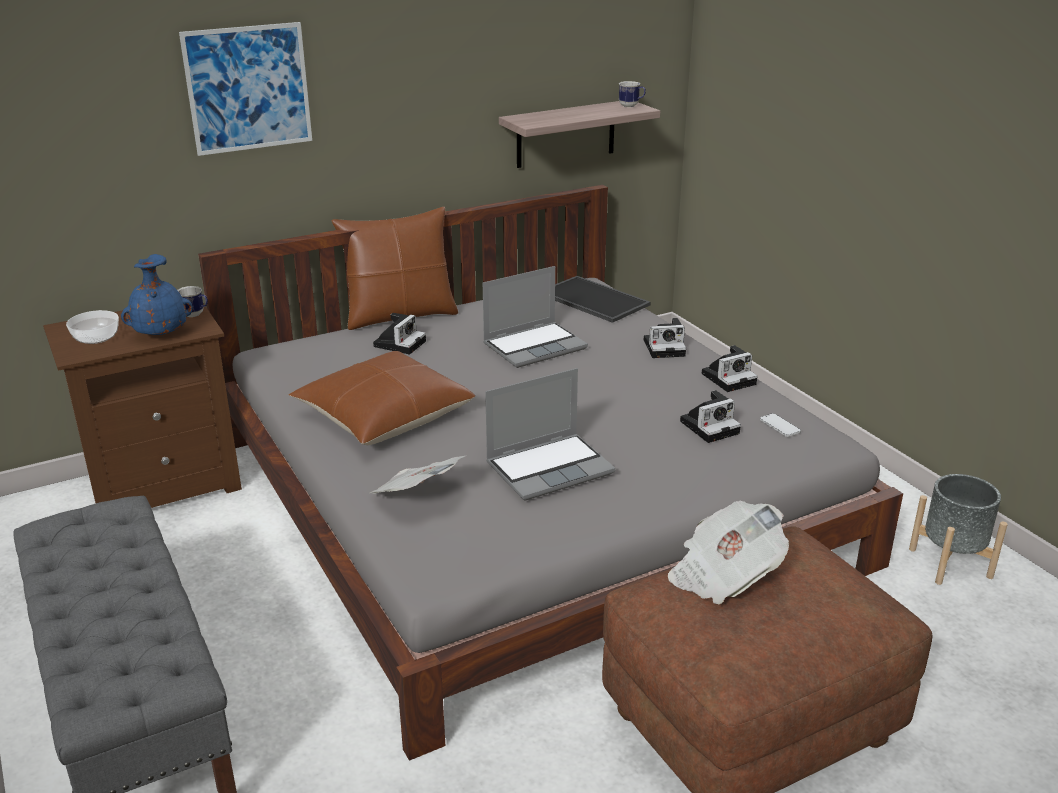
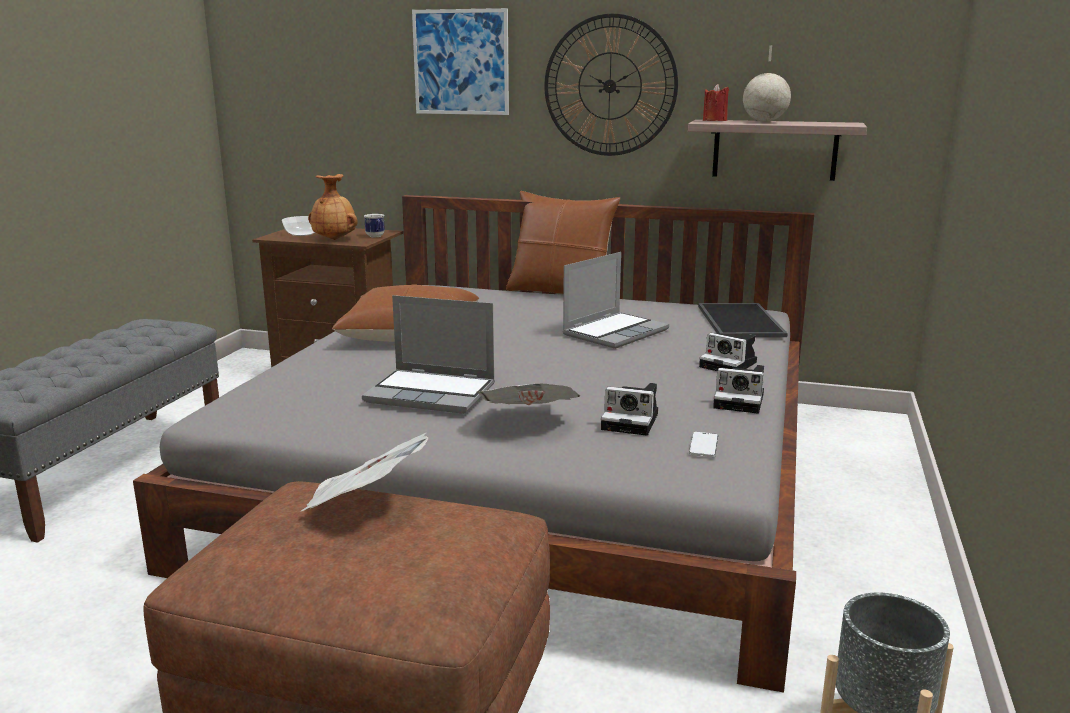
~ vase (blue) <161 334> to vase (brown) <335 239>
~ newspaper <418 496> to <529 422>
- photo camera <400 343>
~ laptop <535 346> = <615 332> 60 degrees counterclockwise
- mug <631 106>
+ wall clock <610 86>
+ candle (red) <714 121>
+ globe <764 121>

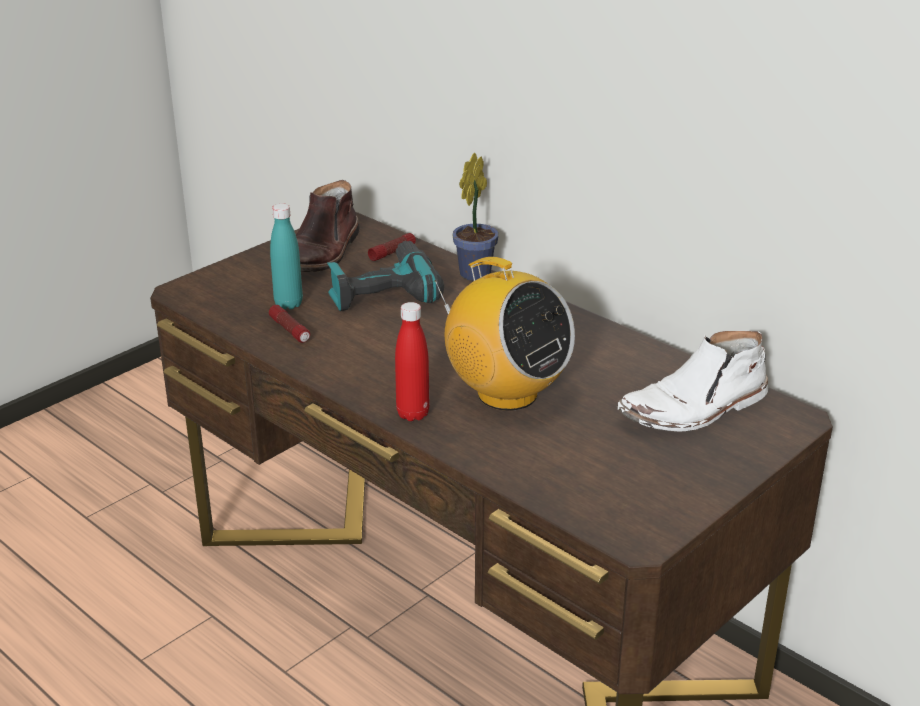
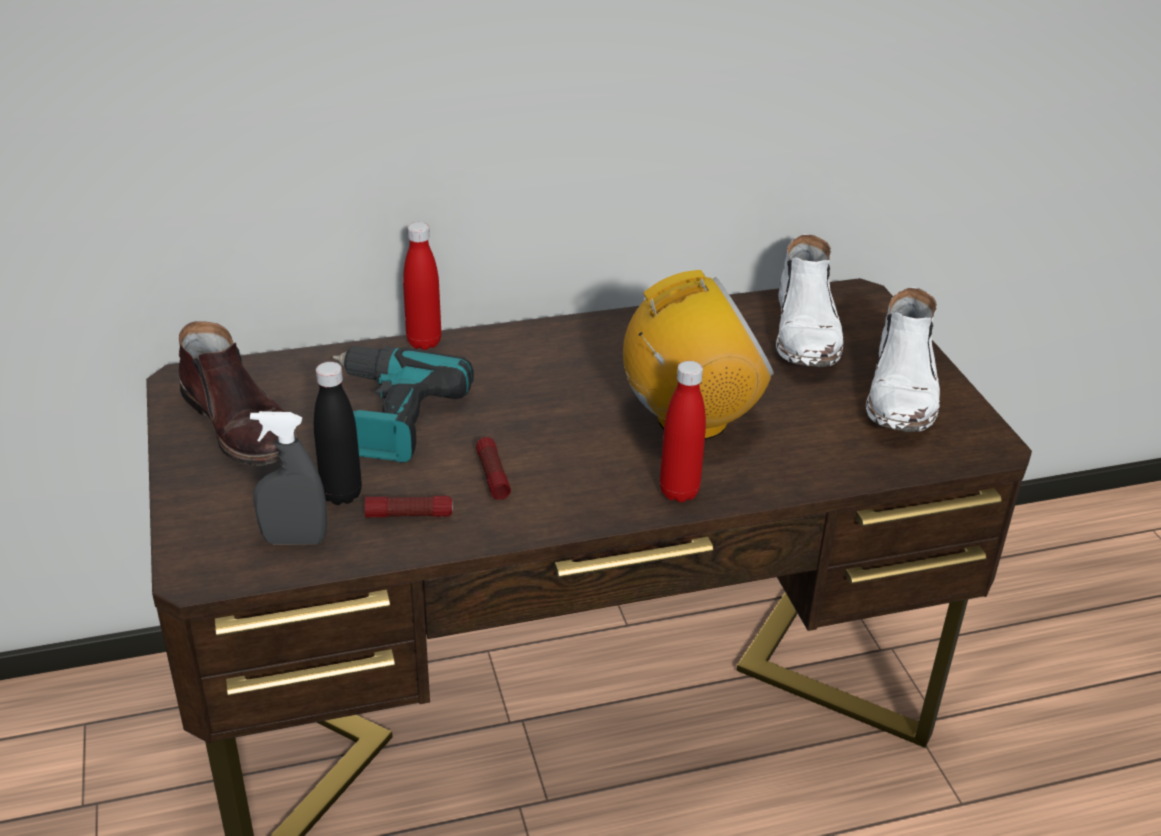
~ bottle (turquoise) <288 304> to bottle (black) <341 494>
~ flashlight <392 253> to <492 475>
~ potted plant <477 272> to bottle (red) <424 342>
+ spray bottle (grey) <294 540>
+ boot (white) <902 393>

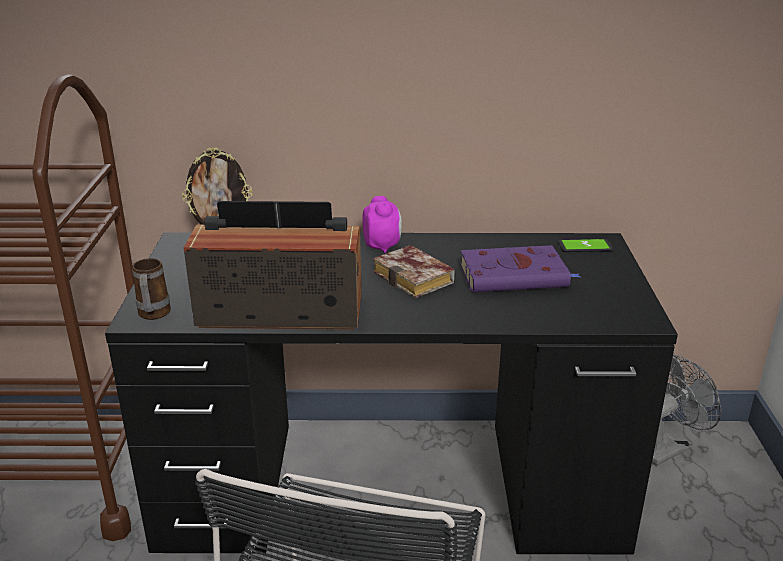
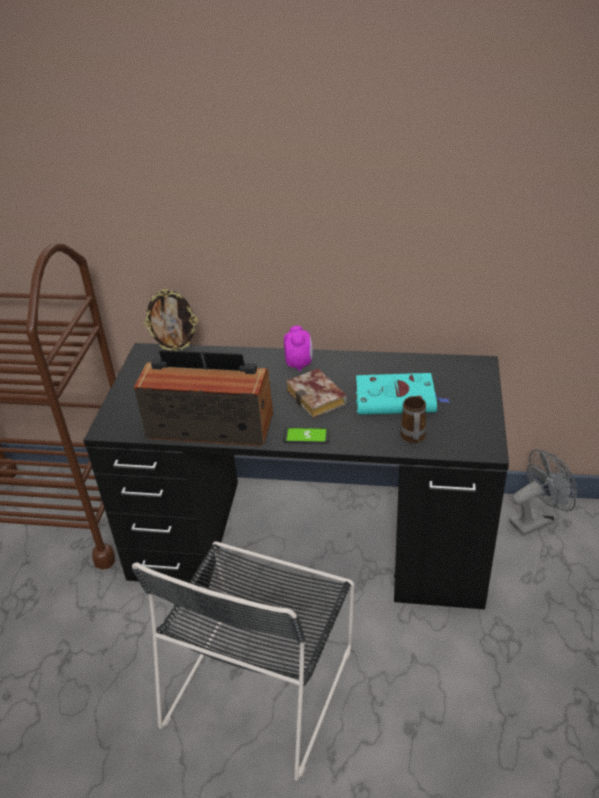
~ mug <153 316> to <413 439>
~ book (purple) <516 276> to book (turquoise) <397 399>
~ phone <584 246> to <306 436>

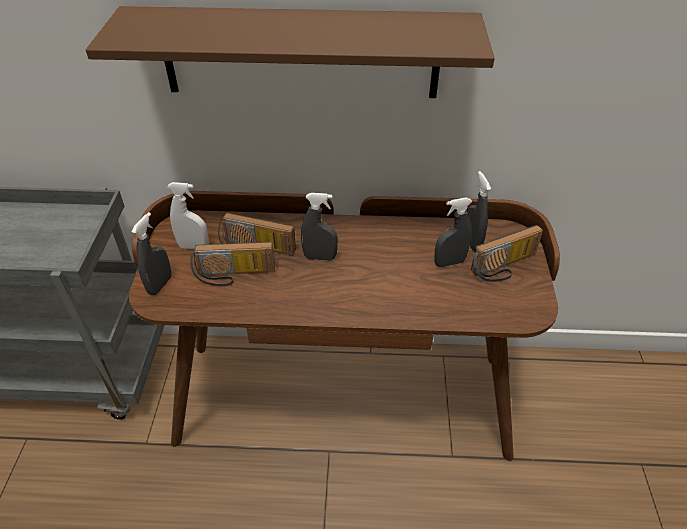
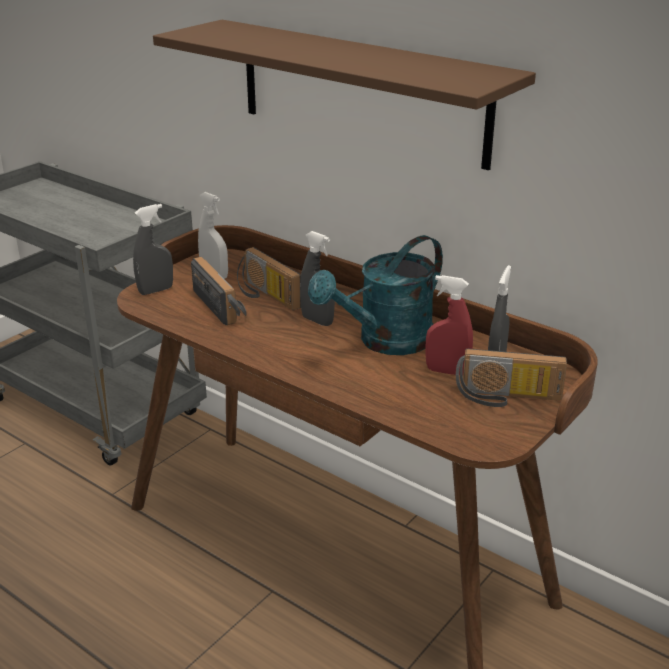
~ radio <234 276> = <223 306> 150 degrees counterclockwise
~ spray bottle (grey) <449 262> to spray bottle (red) <446 371>
+ watering can (turquoise) <385 342>

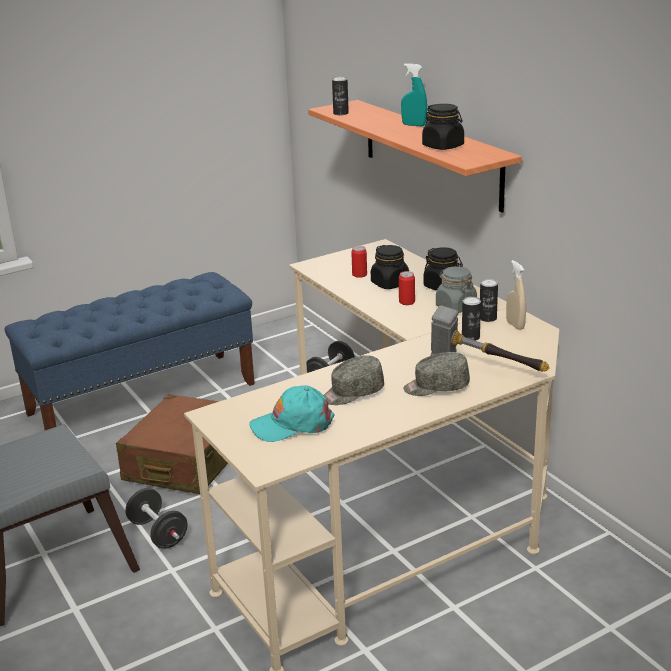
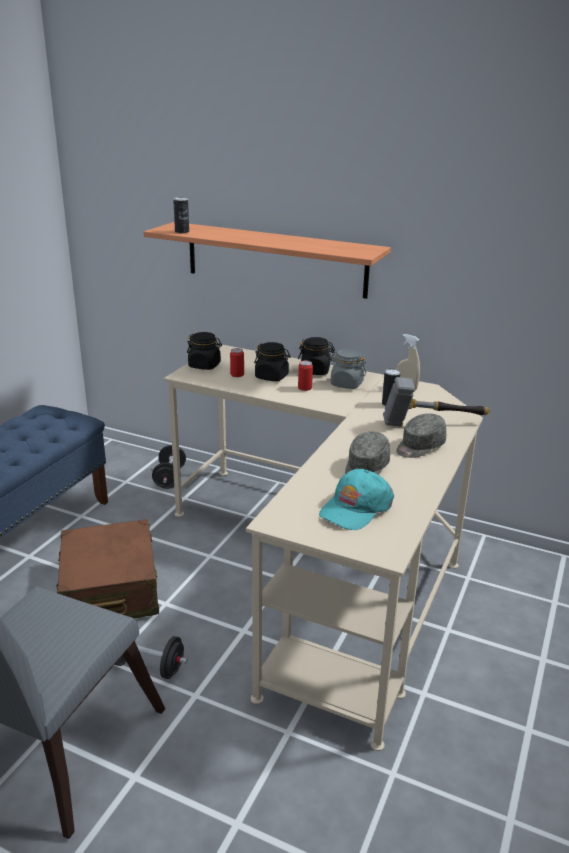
- spray bottle (turquoise) <414 125>
~ jar (black) <443 146> to <204 365>
- can <488 318>

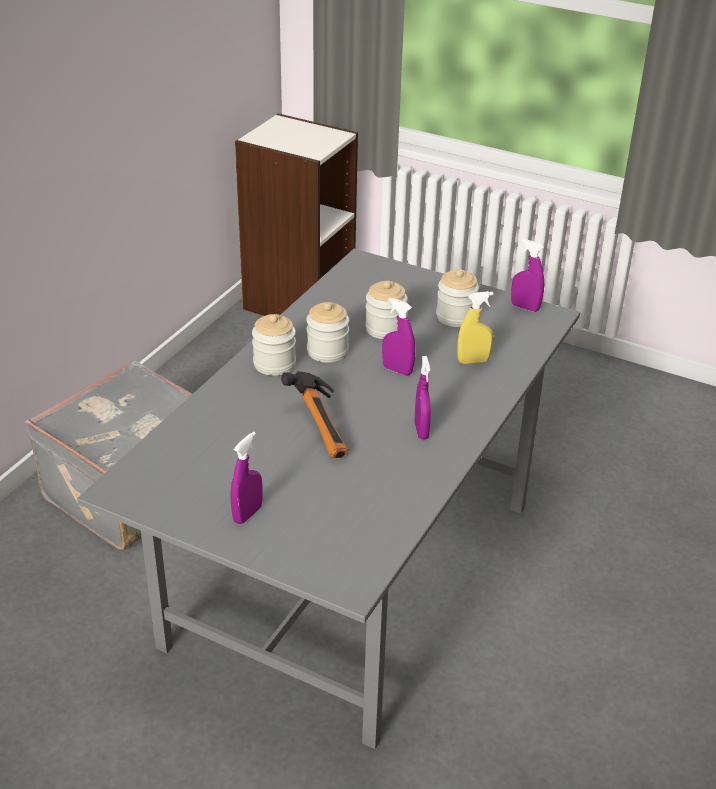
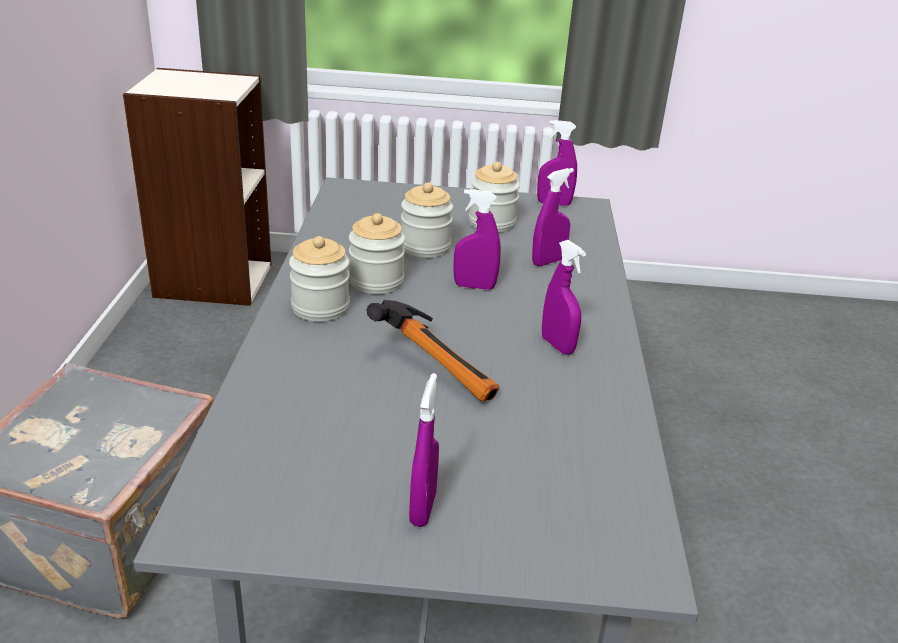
~ spray bottle (yellow) <473 361> to spray bottle (purple) <548 261>

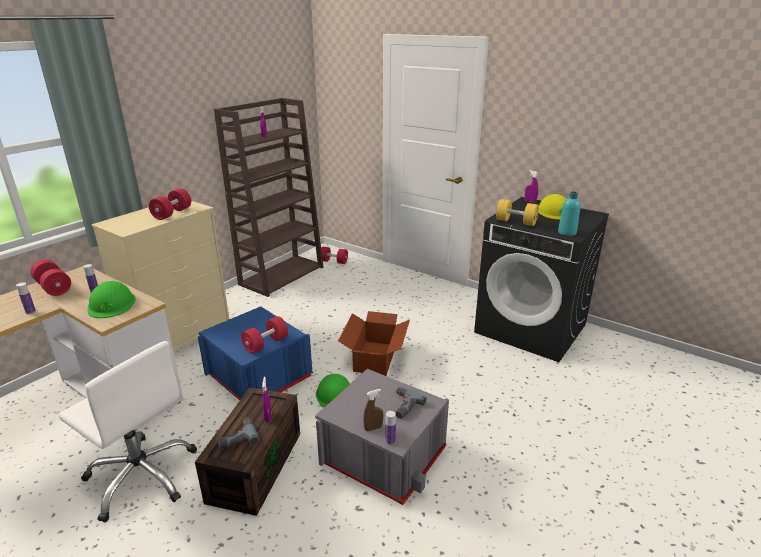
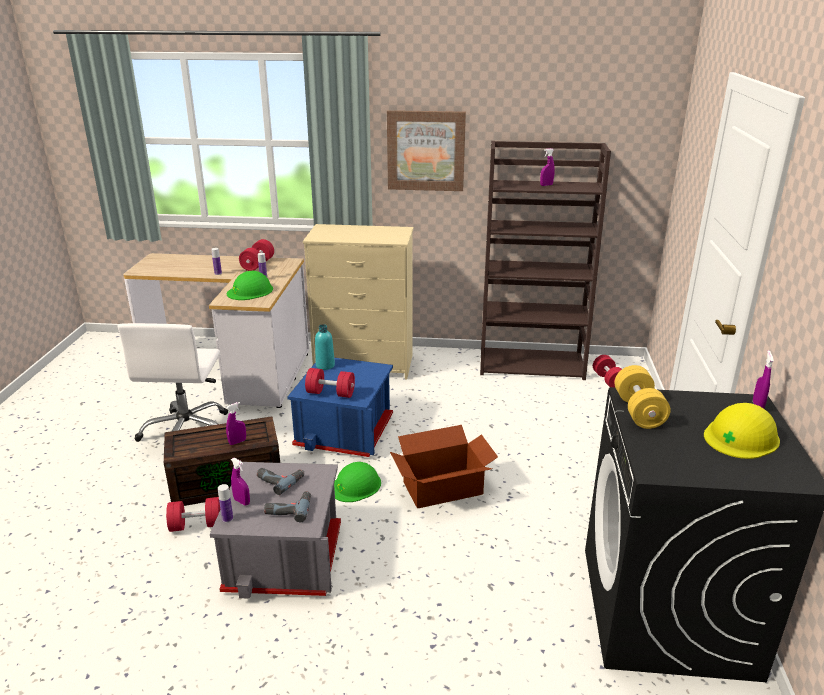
~ dumbbell (red) <172 213> to <196 525>
~ power drill <236 437> to <280 480>
~ spray bottle (brown) <373 428> to spray bottle (purple) <242 501>
~ bottle (turquoise) <567 232> to <325 365>
+ picture <426 150>

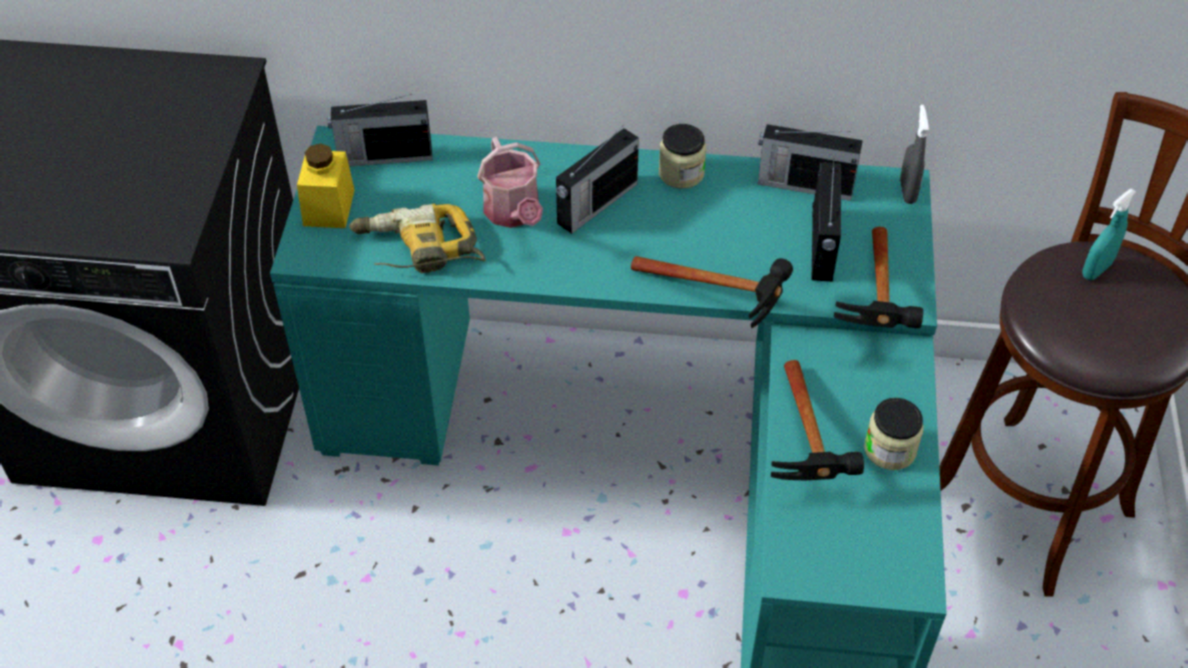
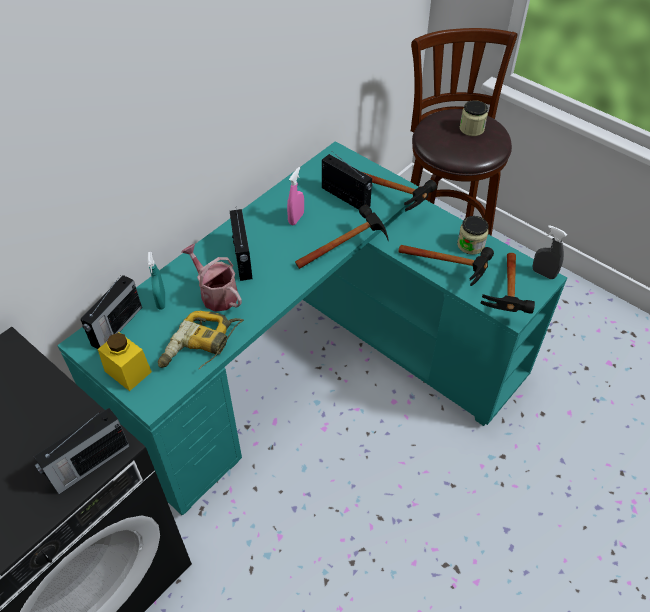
~ watering can <514 213> = <216 294> 150 degrees counterclockwise
~ jar <681 173> to <471 129>
~ radio <803 185> to <89 464>
~ spray bottle (grey) <907 191> to <543 273>
~ spray bottle (turquoise) <1096 270> to <161 301>
+ spray bottle (pink) <296 218>
+ hammer <507 300>

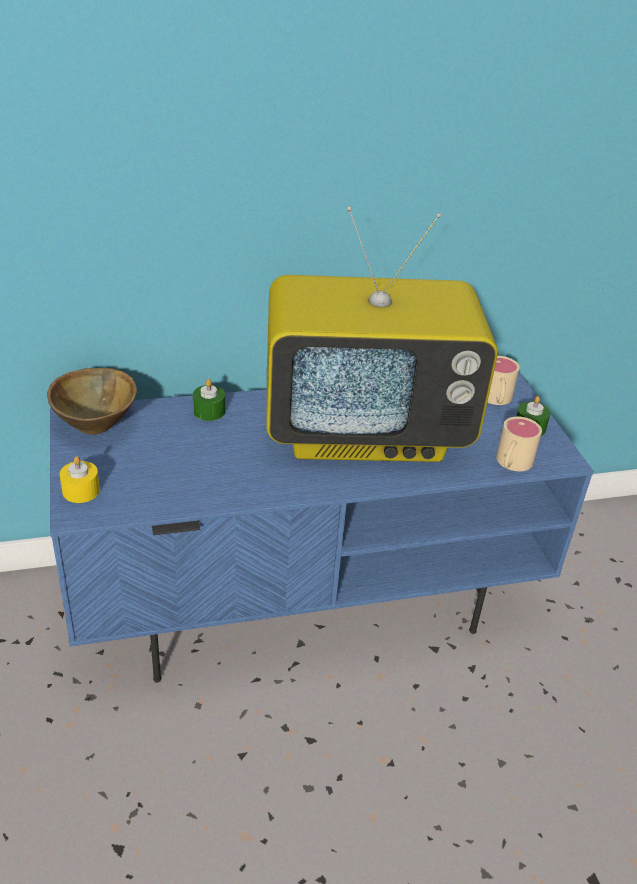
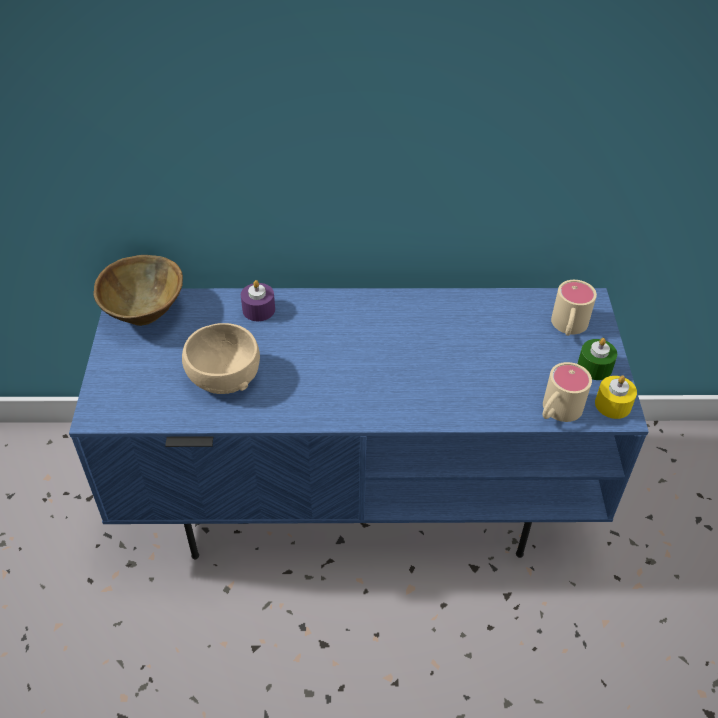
~ candle (yellow) <81 490> to <613 404>
~ candle (green) <209 411> to candle (purple) <258 309>
- television <367 432>
+ bowl (beige) <223 376>

